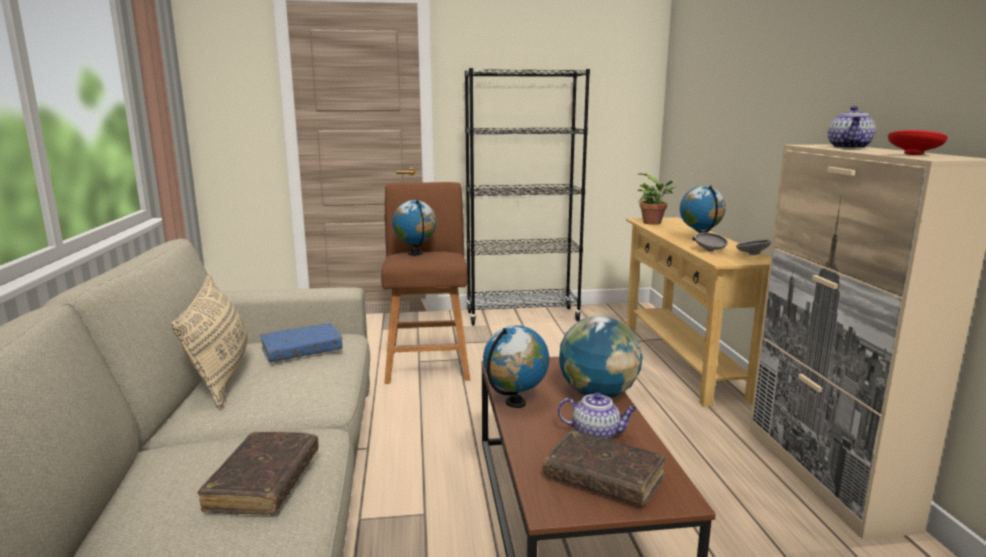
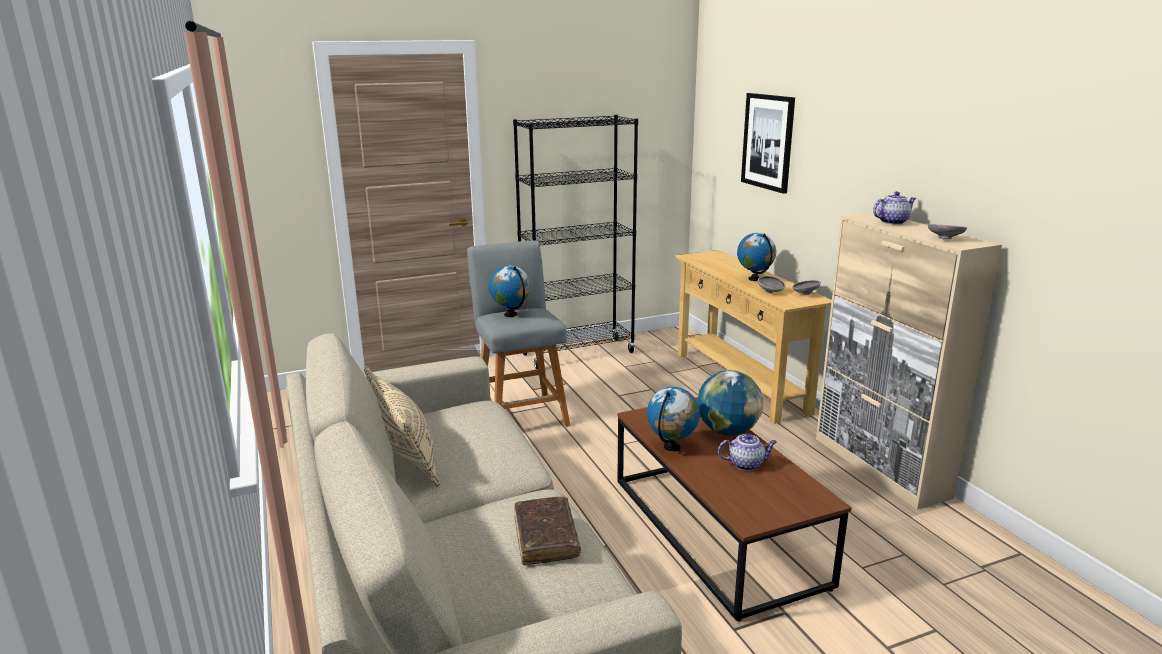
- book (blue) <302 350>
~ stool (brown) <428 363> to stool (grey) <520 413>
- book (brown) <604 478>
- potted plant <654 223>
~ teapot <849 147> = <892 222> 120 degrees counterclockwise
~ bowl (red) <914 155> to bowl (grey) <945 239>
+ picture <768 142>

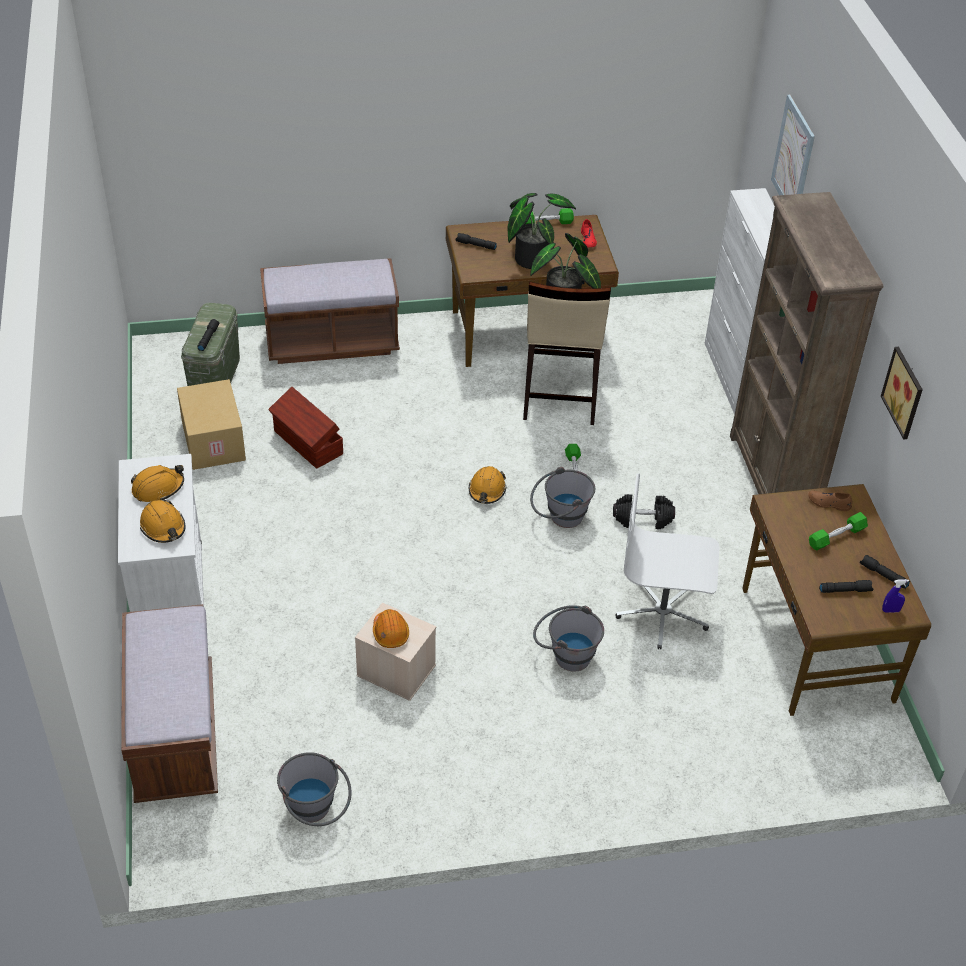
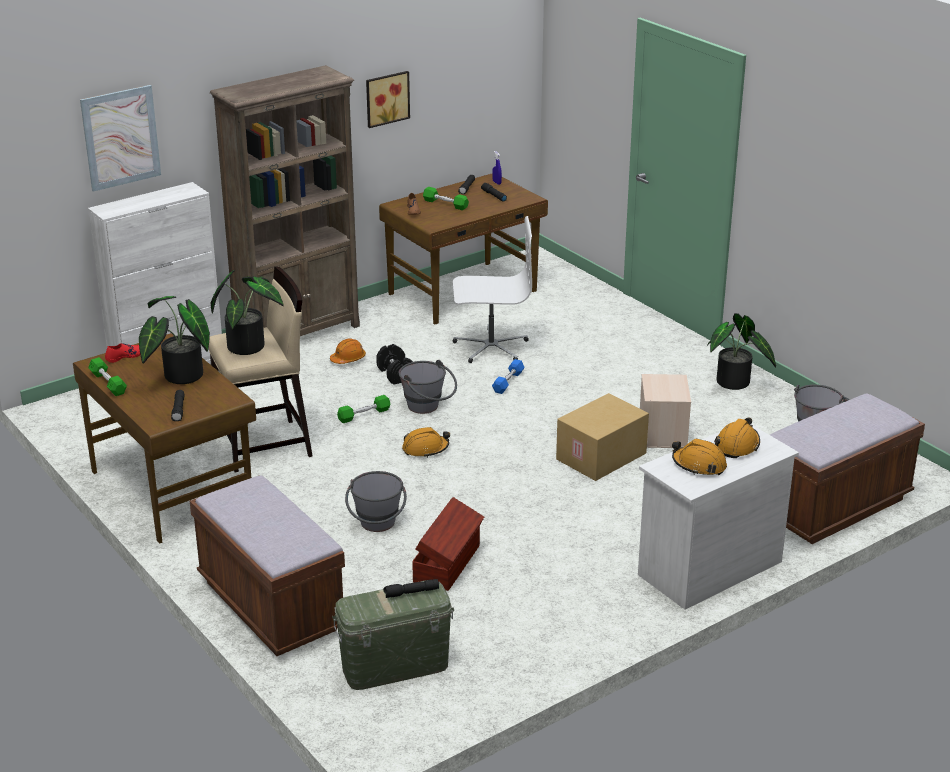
~ cardboard box <212 440> to <601 457>
~ hard hat (orange) <390 633> to <348 359>
~ bucket (grey) <565 654> to <377 526>
~ office chair (white) <662 613> = <490 347> 75 degrees counterclockwise
+ dumbbell (blue) <508 382>
+ potted plant <735 384>

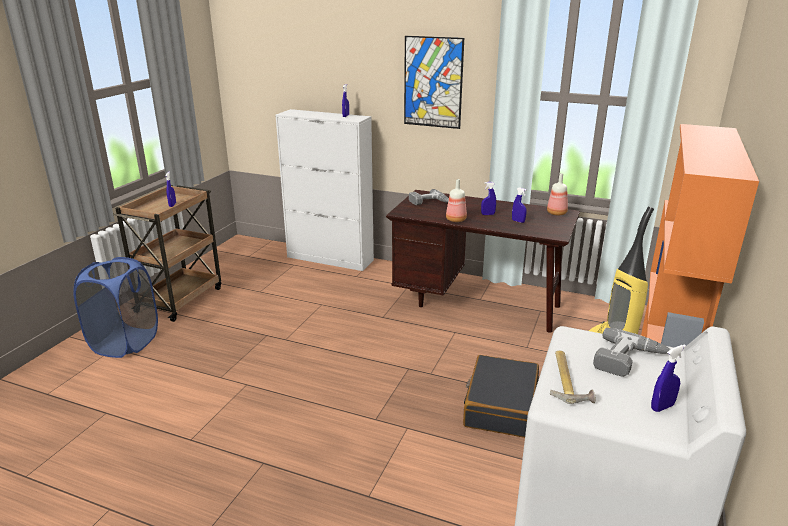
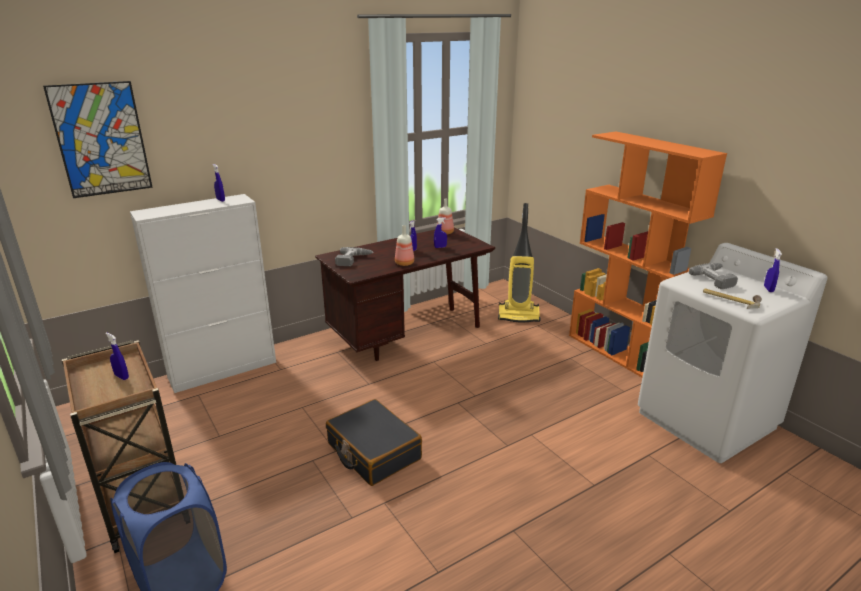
~ picture <433 82> to <101 139>
~ suitcase (black) <500 406> to <373 451>

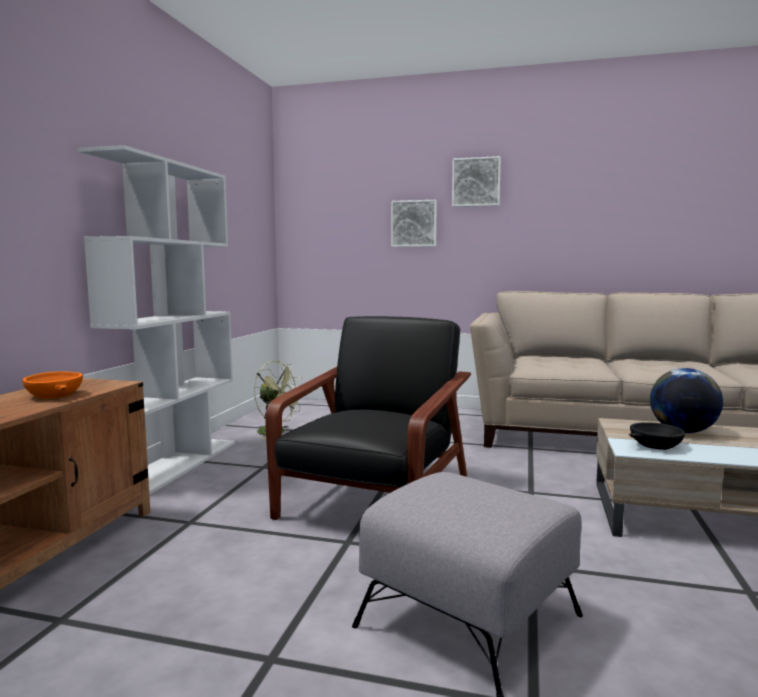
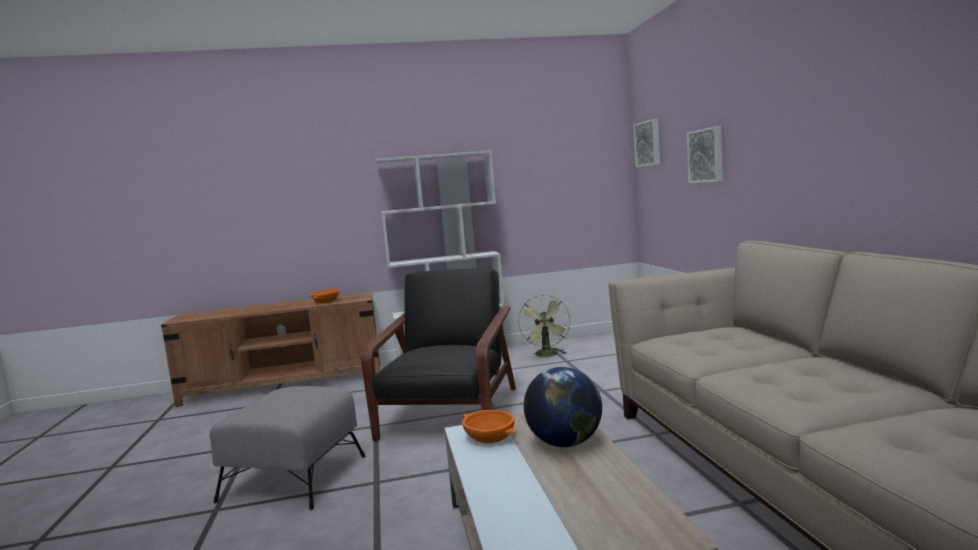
~ armchair (black) <376 499> = <450 414> 75 degrees counterclockwise
~ picture <476 182> to <648 143>
~ bowl (black) <655 445> to bowl (orange) <490 437>

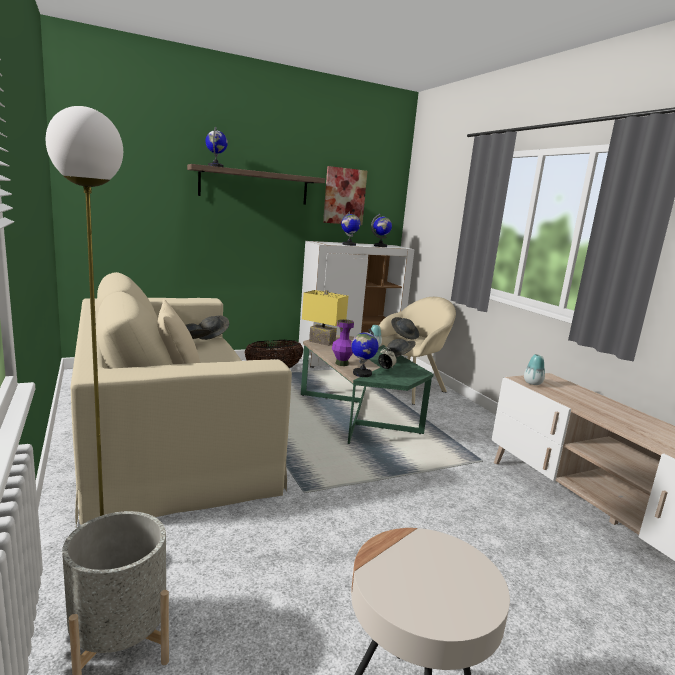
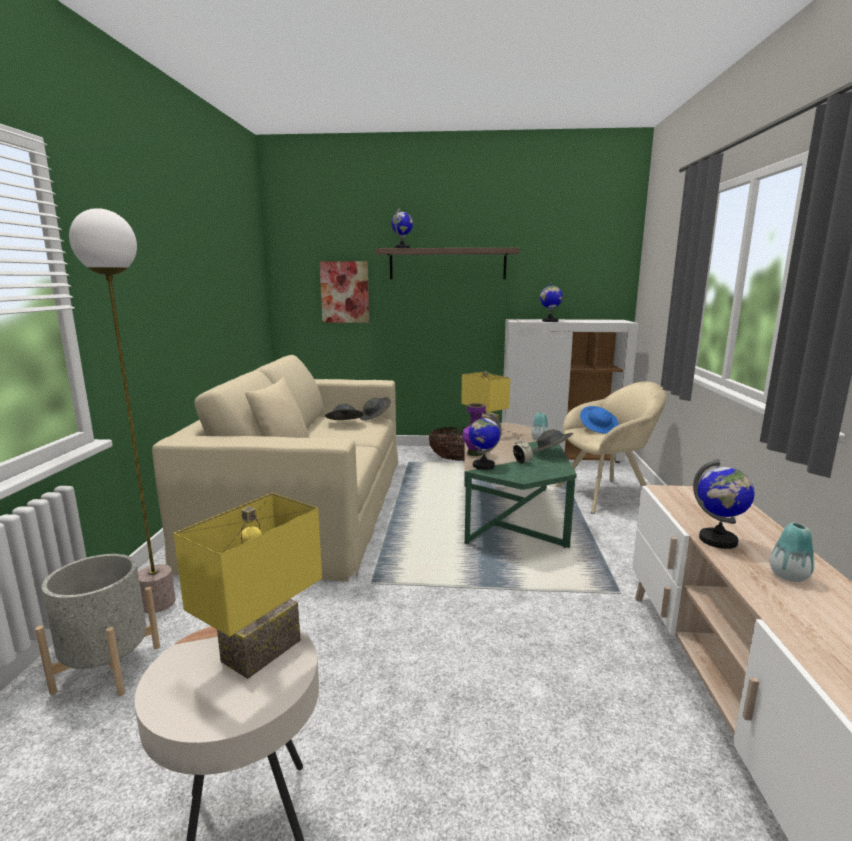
~ picture <344 196> to <345 292>
~ globe <380 246> to <718 540>
~ hat (grey) <404 335> to hat (blue) <598 429>
~ vase <532 383> to <788 576>
+ table lamp (yellow) <263 653>

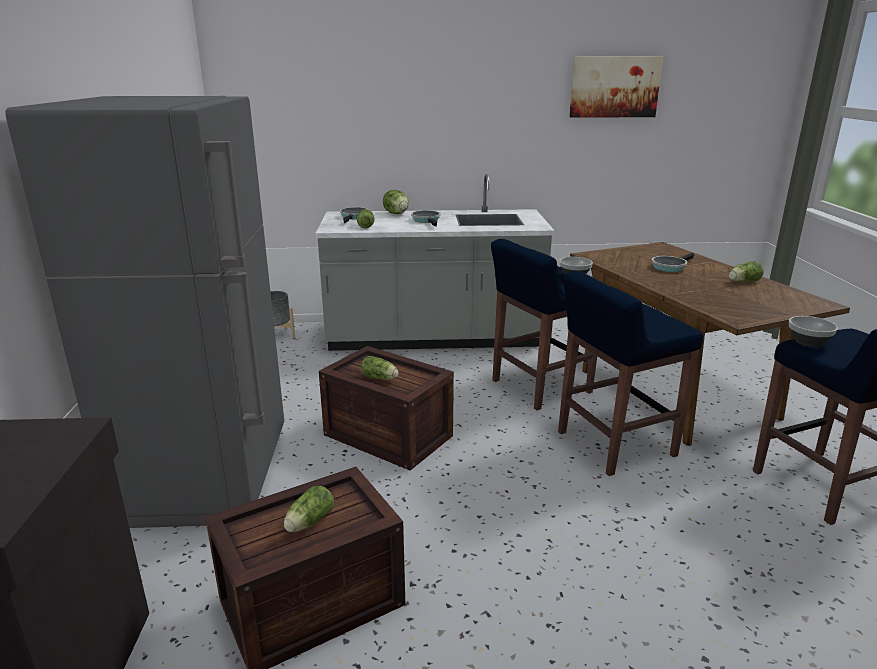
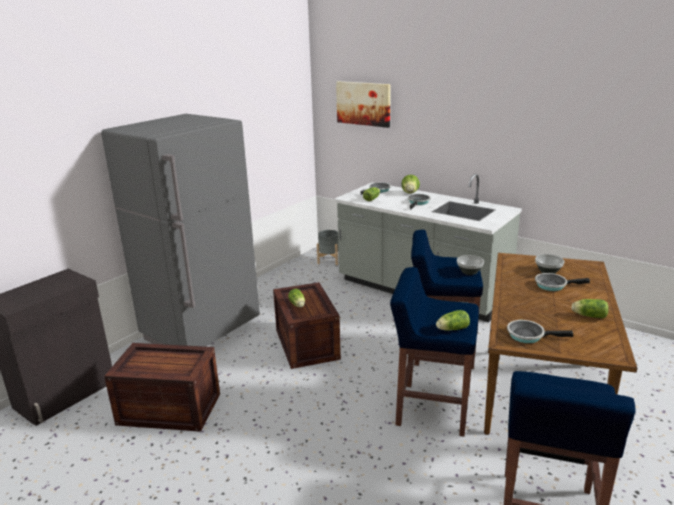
~ lettuce <308 523> to <451 329>
~ picture <614 87> to <363 103>
~ bowl <807 342> to <547 271>
+ frying pan <528 335>

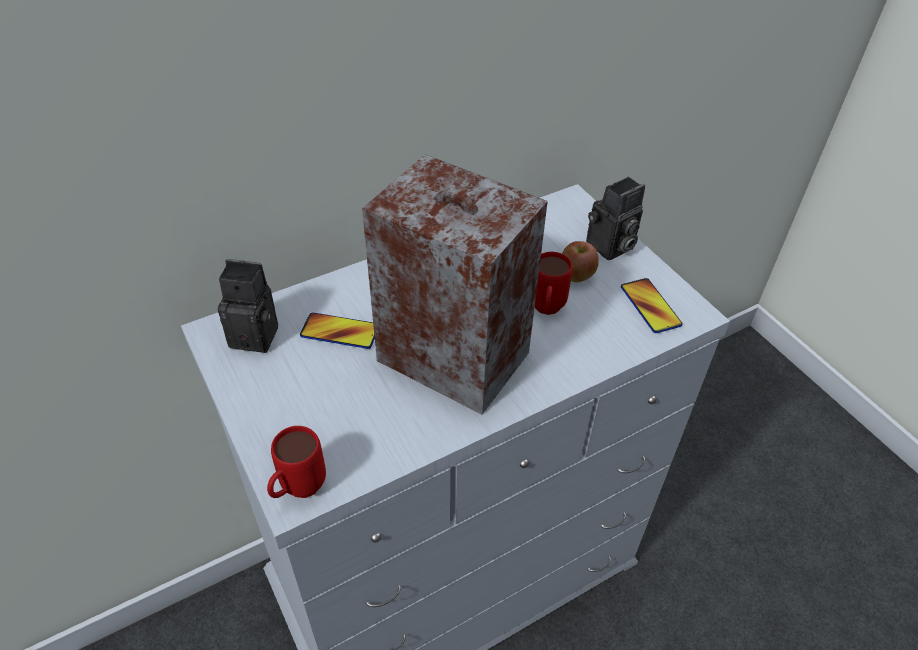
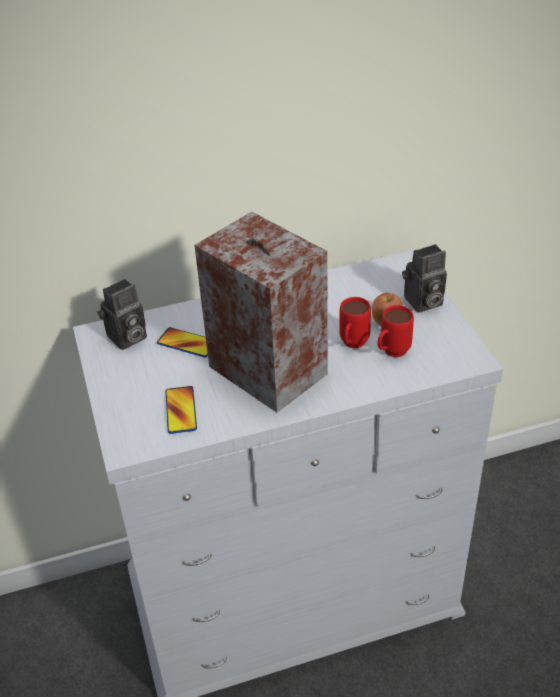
~ photo camera <258 334> = <126 339> 120 degrees clockwise
~ mug (red) <298 491> to <391 353>
~ phone <650 306> to <181 410>

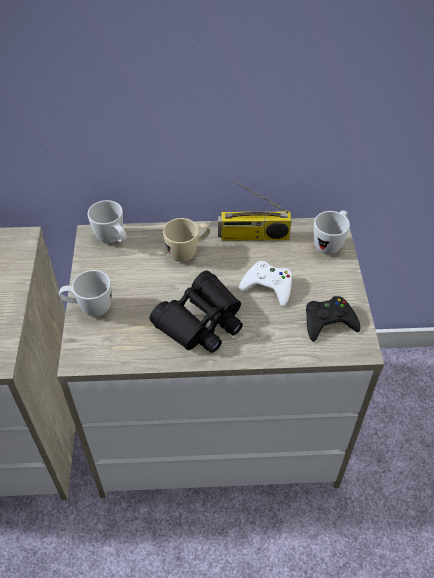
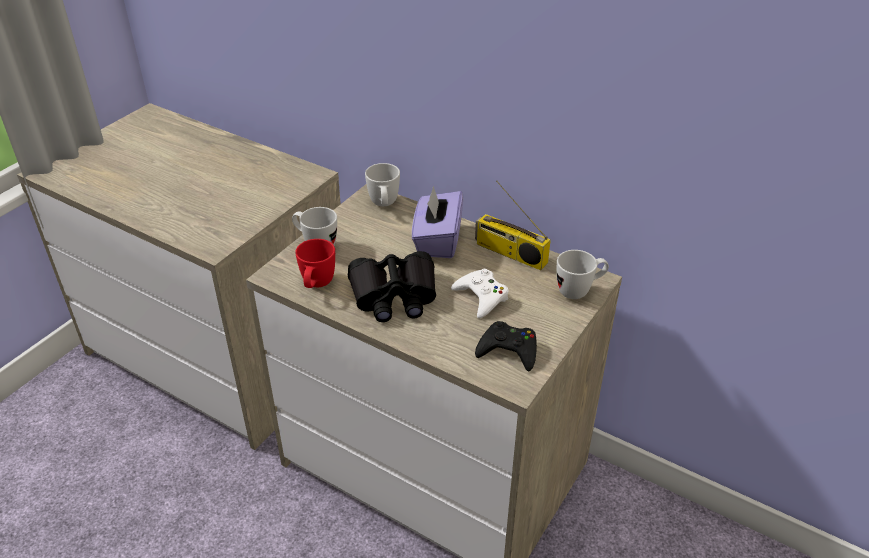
~ mug (beige) <188 252> to tissue box (purple) <437 240>
+ mug (red) <316 286>

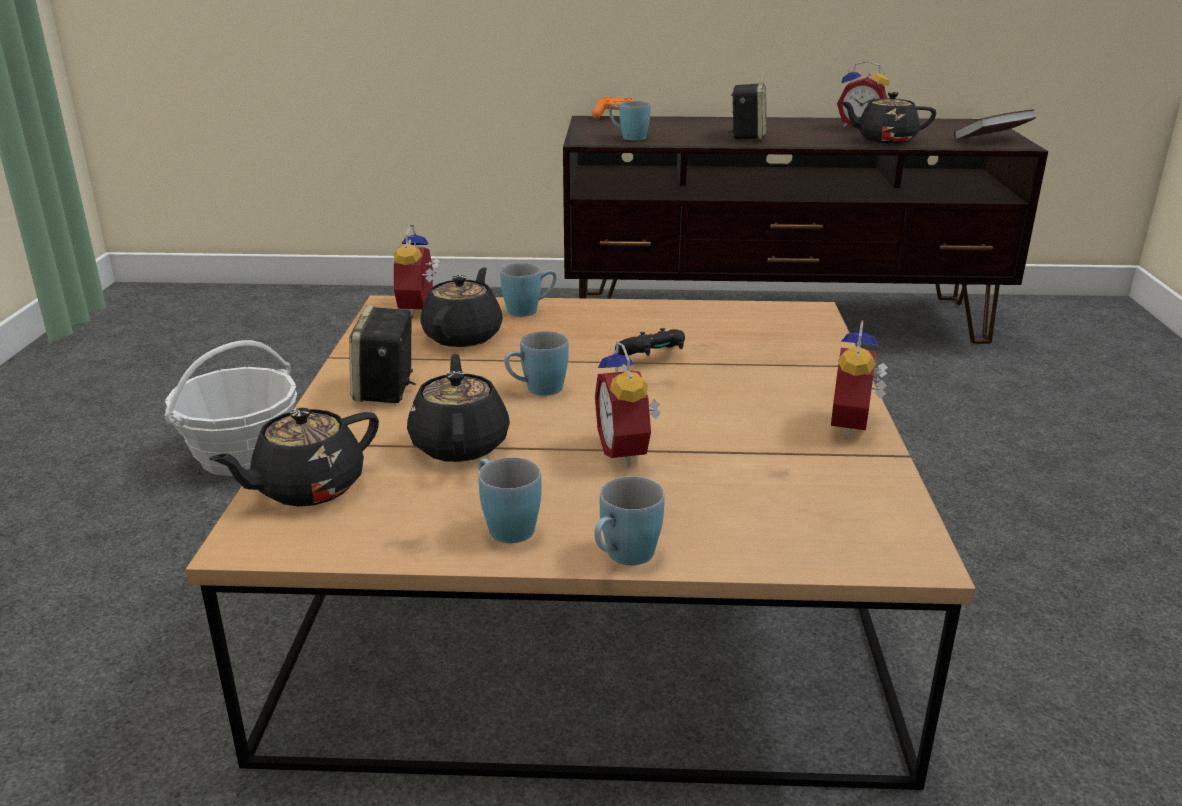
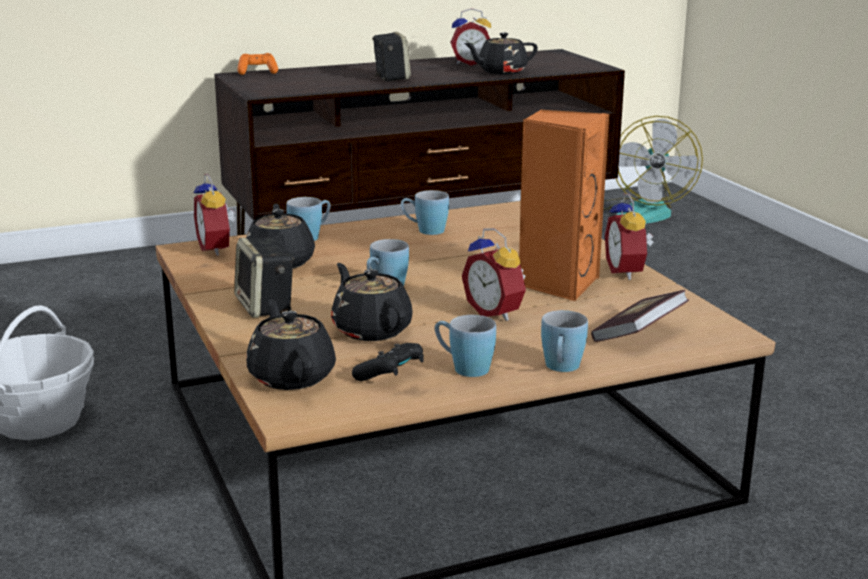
~ teapot (black) <307 488> = <291 376> 135 degrees clockwise
~ mug (blue) <628 137> to <424 230>
~ game controller (black) <653 356> to <391 375>
~ book <991 140> to <638 335>
+ speaker (orange) <557 283>
+ fan <642 212>

